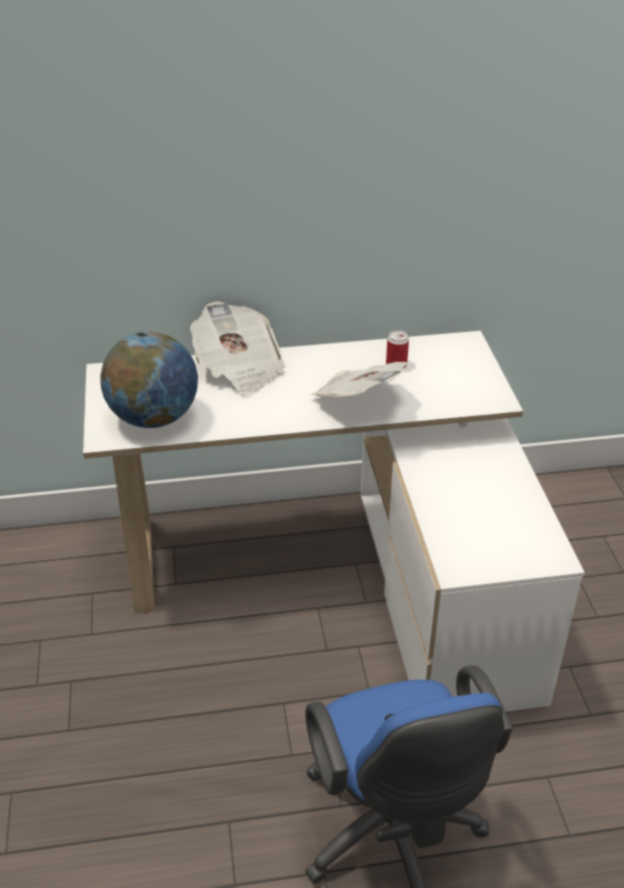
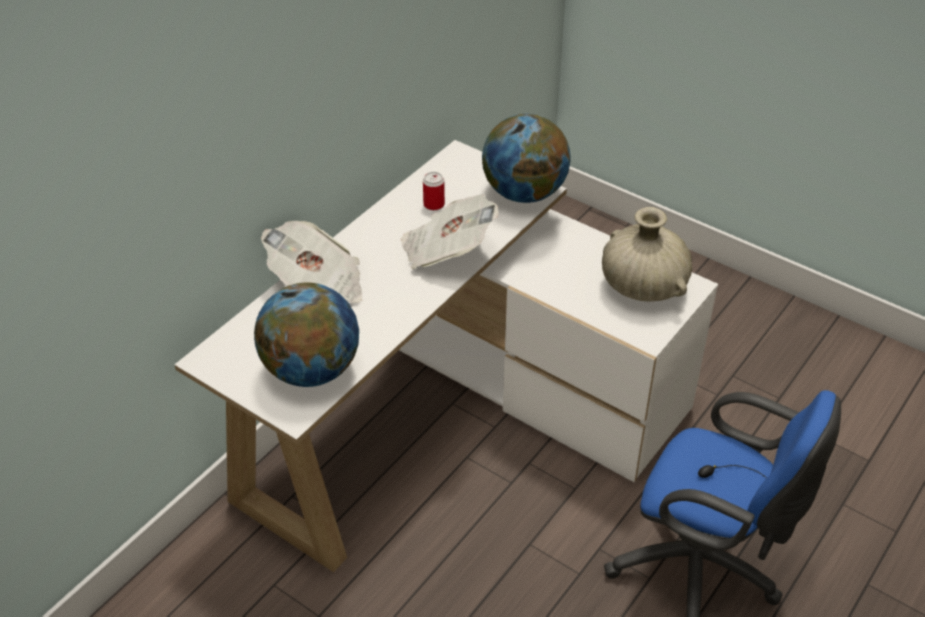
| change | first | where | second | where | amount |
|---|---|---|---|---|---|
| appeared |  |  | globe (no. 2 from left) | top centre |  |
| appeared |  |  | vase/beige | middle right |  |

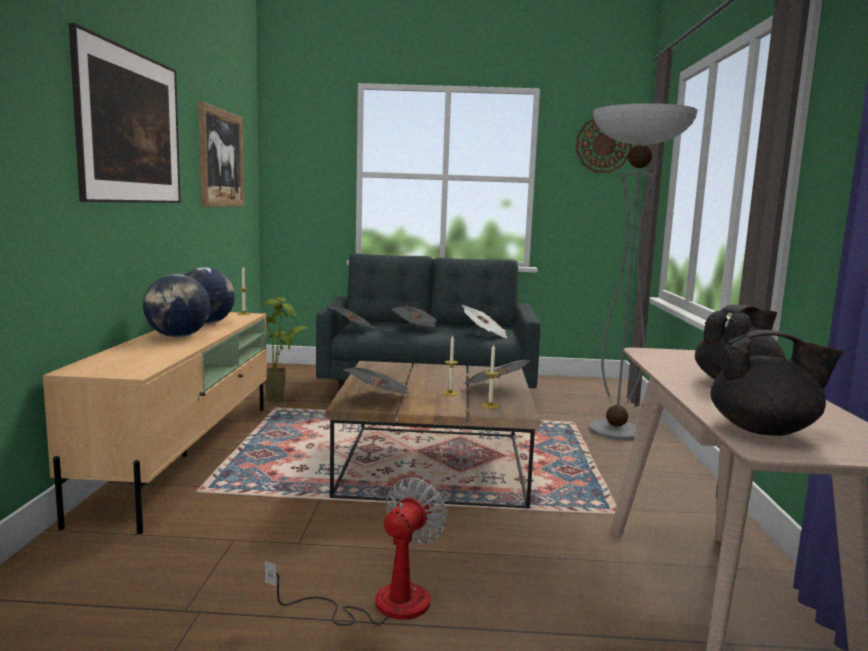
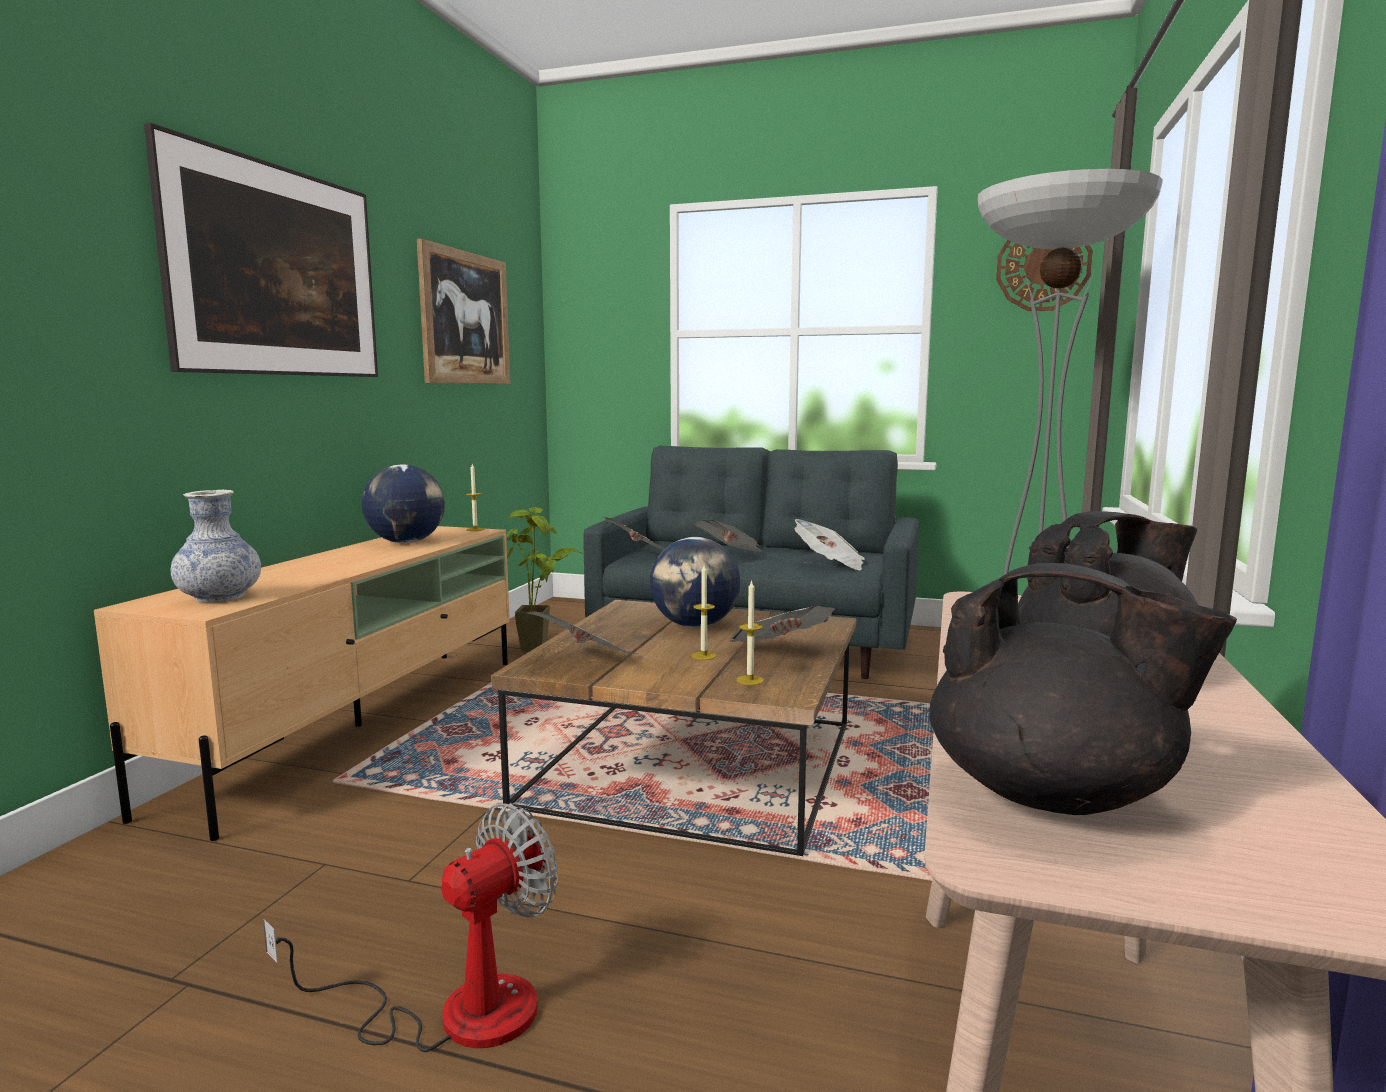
| change | first | where | second | where | amount |
|---|---|---|---|---|---|
| relocated | globe (no. 1 from left in the first image) | middle left | globe (no. 2 from left) | centre |  |
| appeared |  |  | vase | middle left |  |

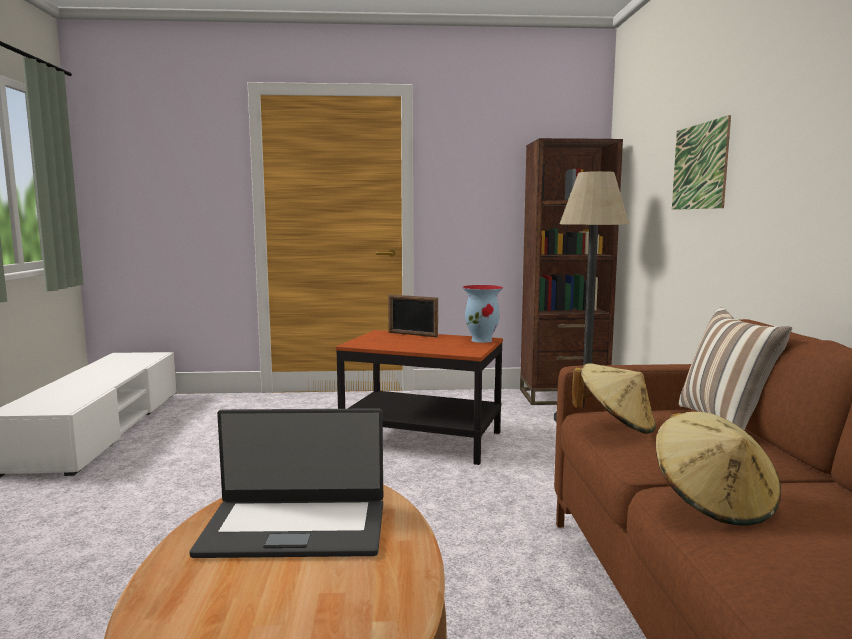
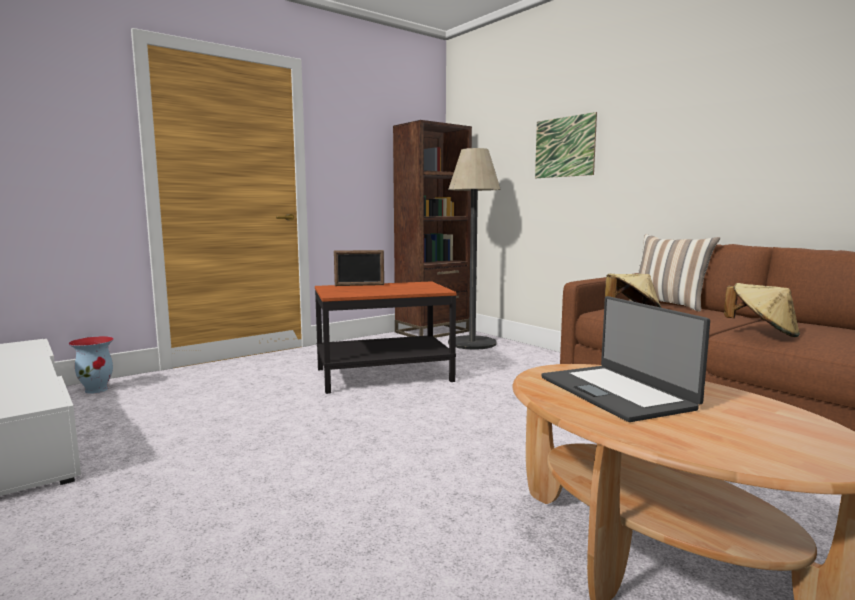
| change | first | where | second | where | amount |
|---|---|---|---|---|---|
| spun | ordinateur portable | bottom centre |  | middle right | 105 degrees clockwise |
| relocated | vase | centre |  | middle left |  |

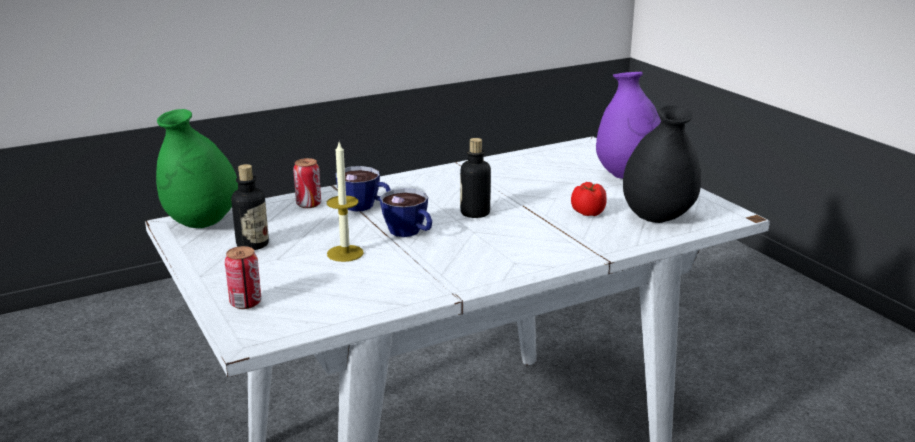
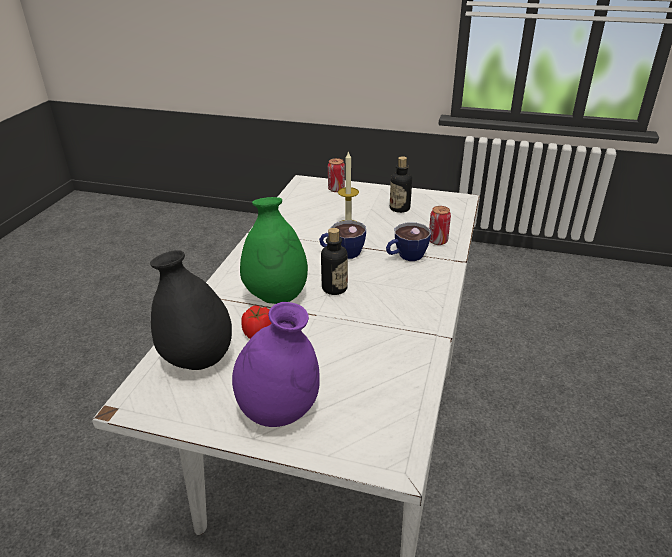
| change | first | where | second | where | amount |
|---|---|---|---|---|---|
| relocated | vase/vert | middle left |  | centre |  |

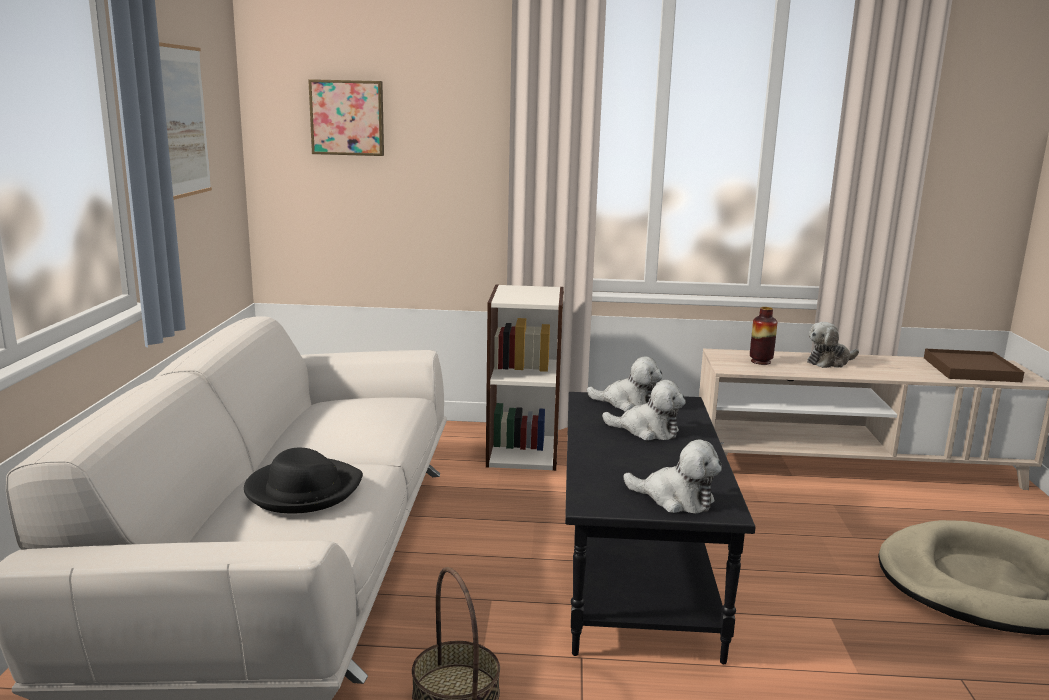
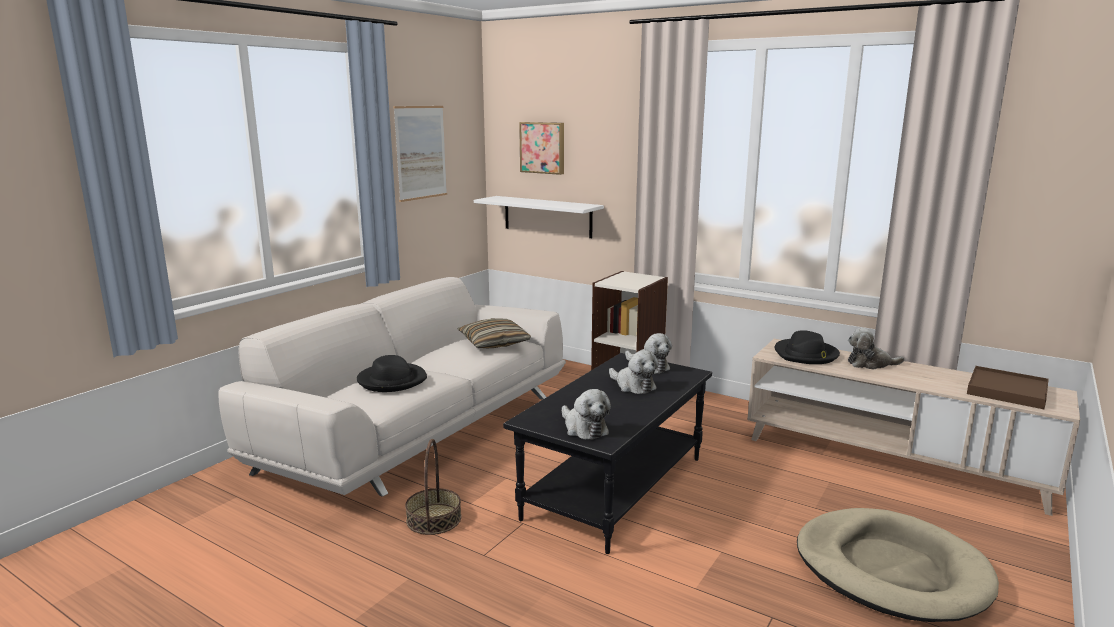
| change | first | where | second | where | amount |
|---|---|---|---|---|---|
| exchanged | vase | middle right | chapeau/noir (no. 2 from left) | middle right |  |
| appeared |  |  | coussin | centre |  |
| appeared |  |  | étagère/blanc | centre |  |

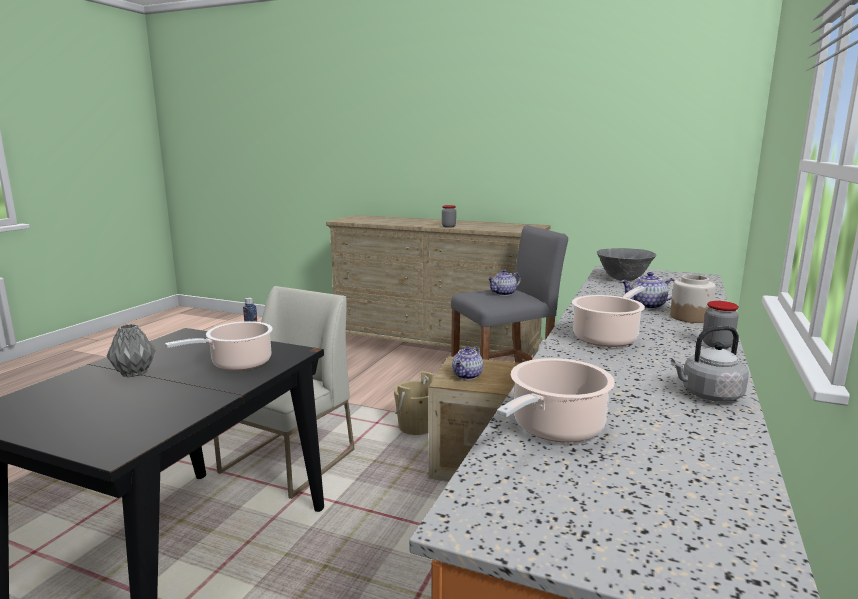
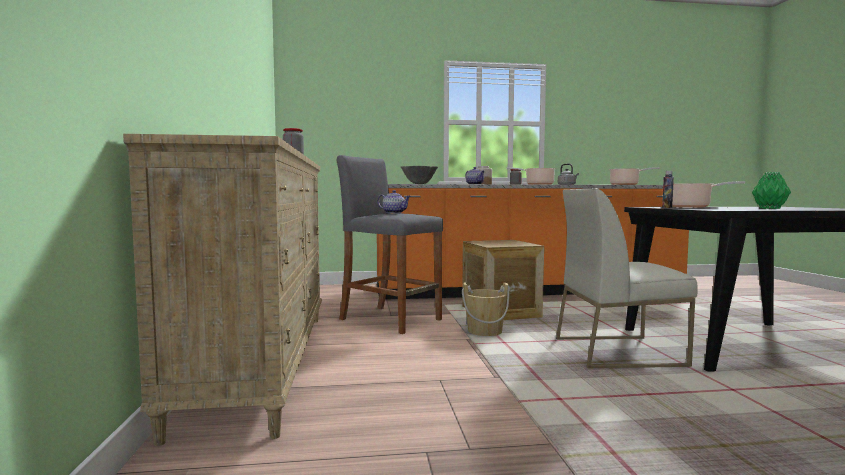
| change | first | where | second | where | amount |
|---|---|---|---|---|---|
| colour | vase/gris | middle left | vase/vert | middle right |  |
| missing | théière (no. 1 from left) | centre |  |  |  |

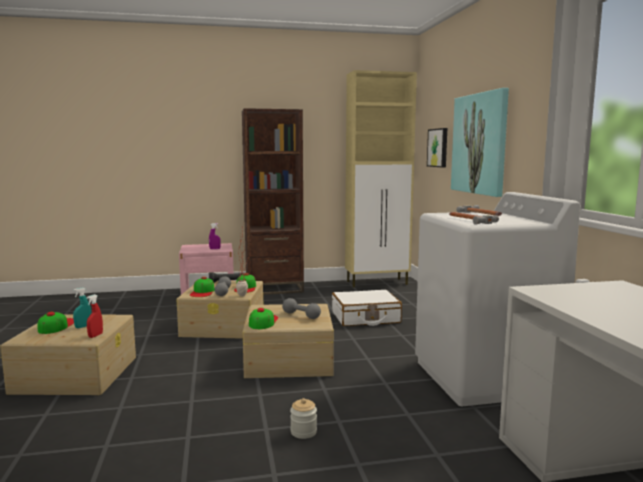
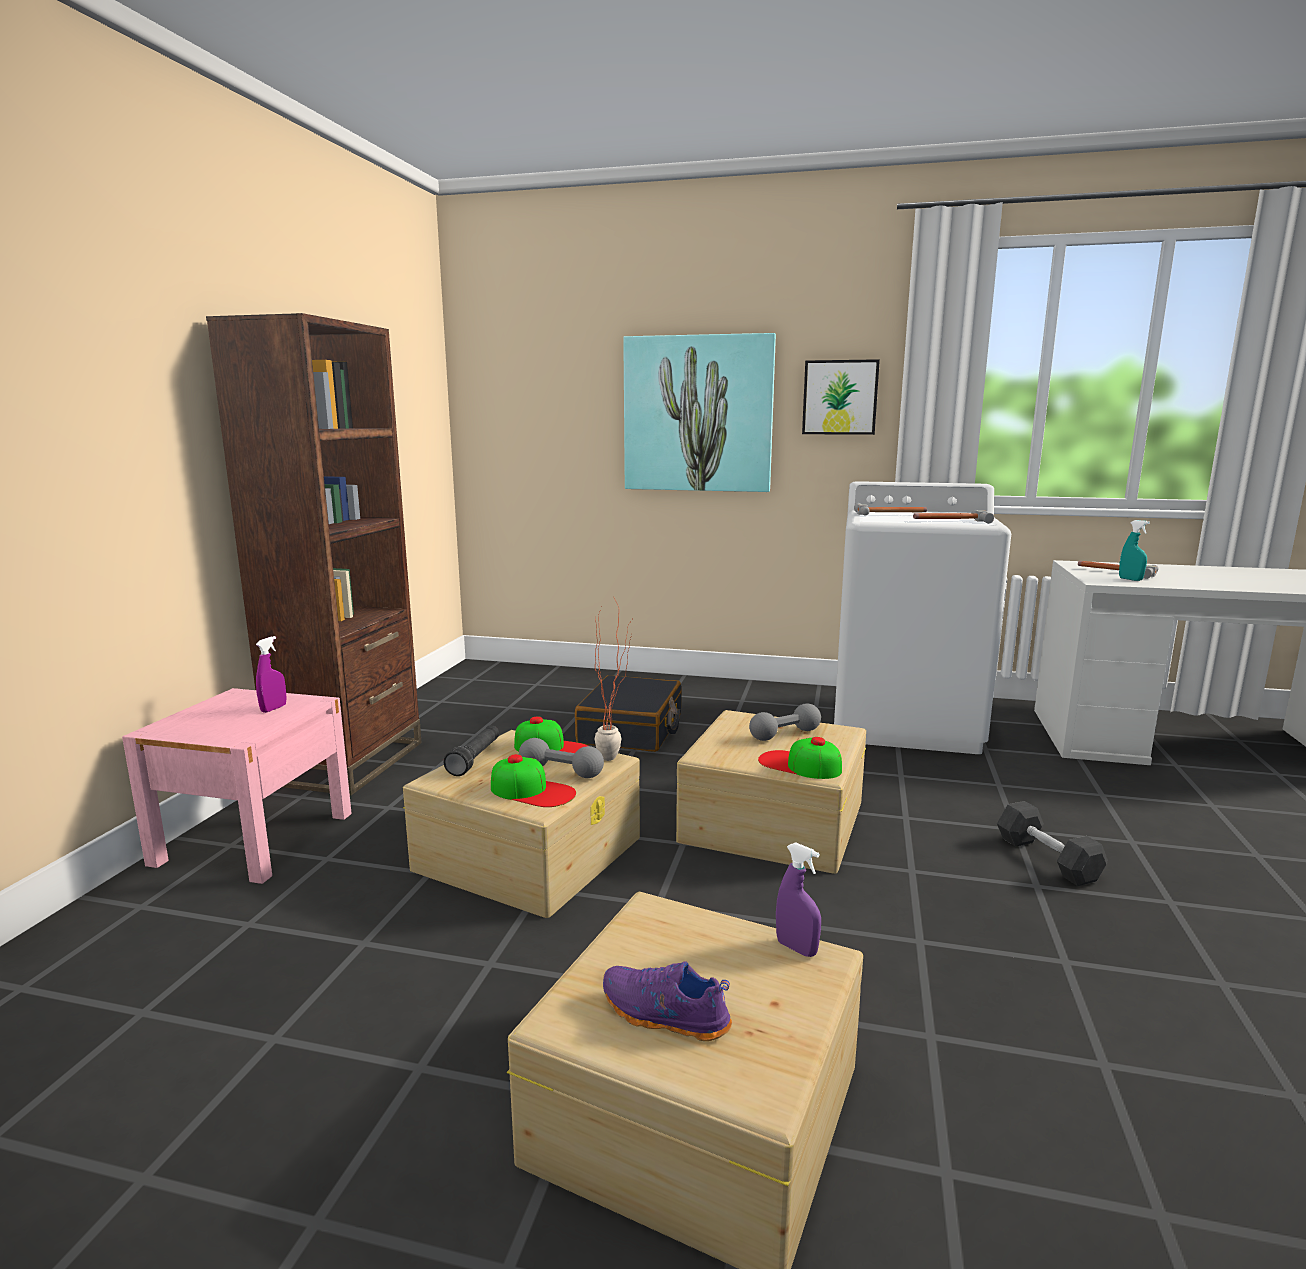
| change | first | where | second | where | amount |
|---|---|---|---|---|---|
| exchanged | casquette (no. 1 from left) | bottom left | chaussure/violet | bottom centre |  |
| relocated | vaporisateur/turquoise | middle left |  | middle right |  |
| colour | vaporisateur/rouge | middle left | vaporisateur/violet (no. 2 from left) | bottom centre |  |
| exchanged | bocal | bottom centre | haltère/gris (no. 3 from left) | middle right |  |
| colour | valise/blanc | centre | valise/noir | centre |  |
| missing | meuble de rangement/beige | centre |  |  |  |
| relocated | tableau (no. 1 from left in the first image) | top right | tableau (no. 2 from left) | top centre |  |
| appeared |  |  | marteau (no. 3 from left) | middle right |  |

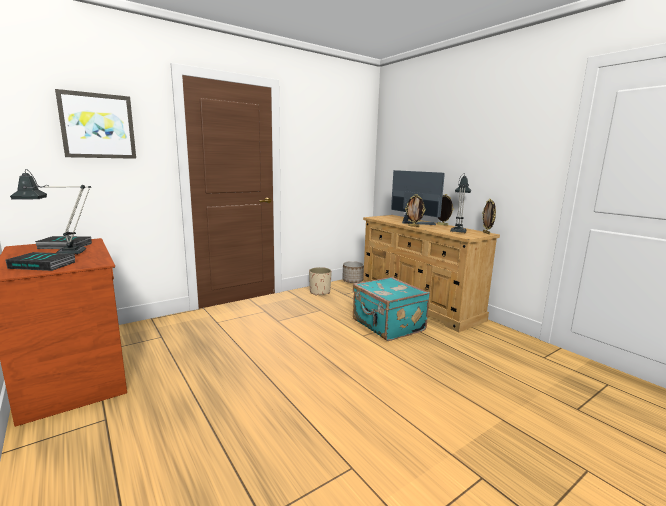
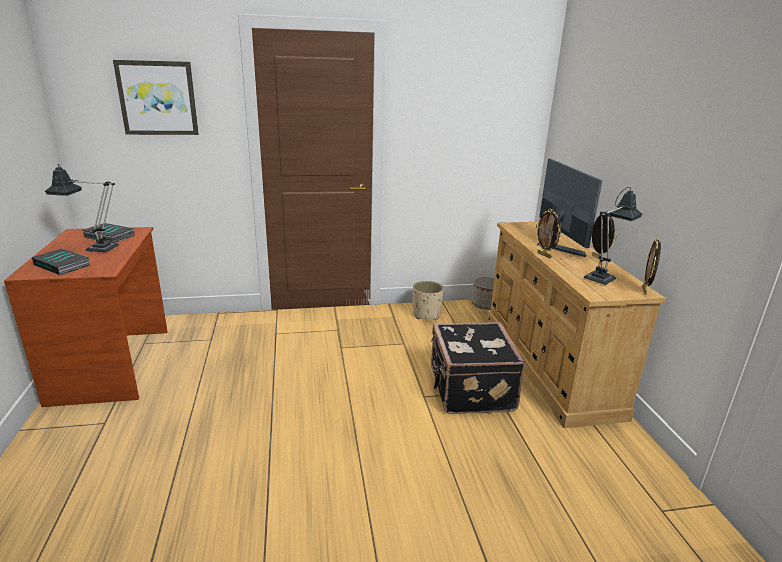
| change | first | where | second | where | amount |
|---|---|---|---|---|---|
| colour | valise/turquoise | centre | valise/noir | centre |  |

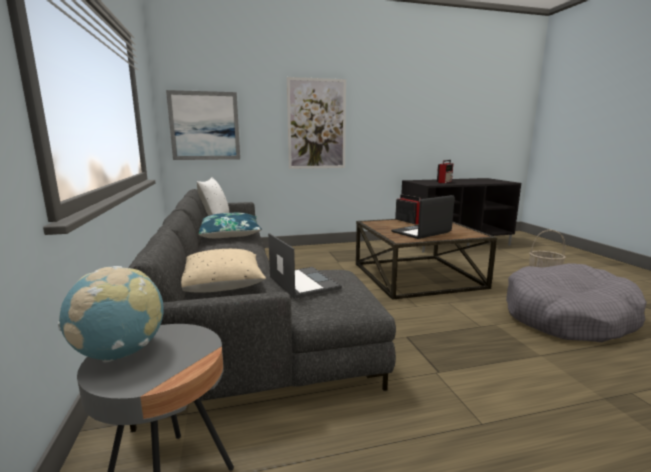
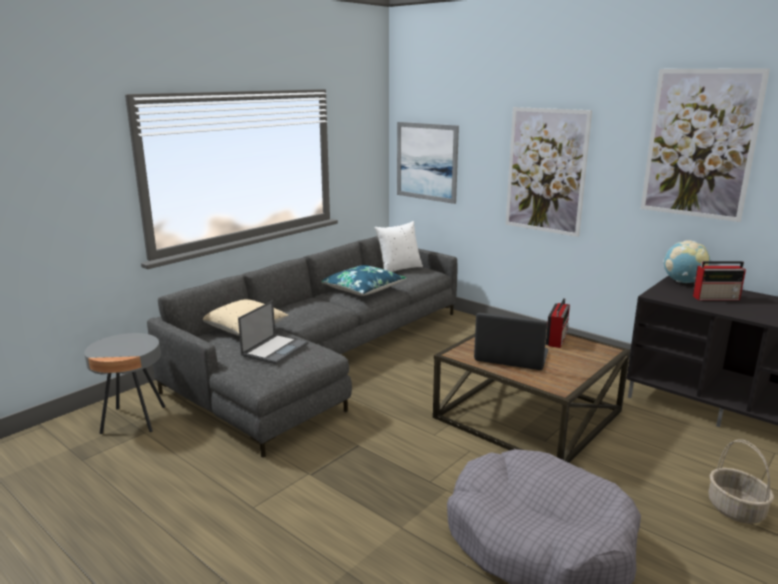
| change | first | where | second | where | amount |
|---|---|---|---|---|---|
| relocated | globe | middle left |  | middle right |  |
| appeared |  |  | tableau (no. 3 from left) | top right |  |

